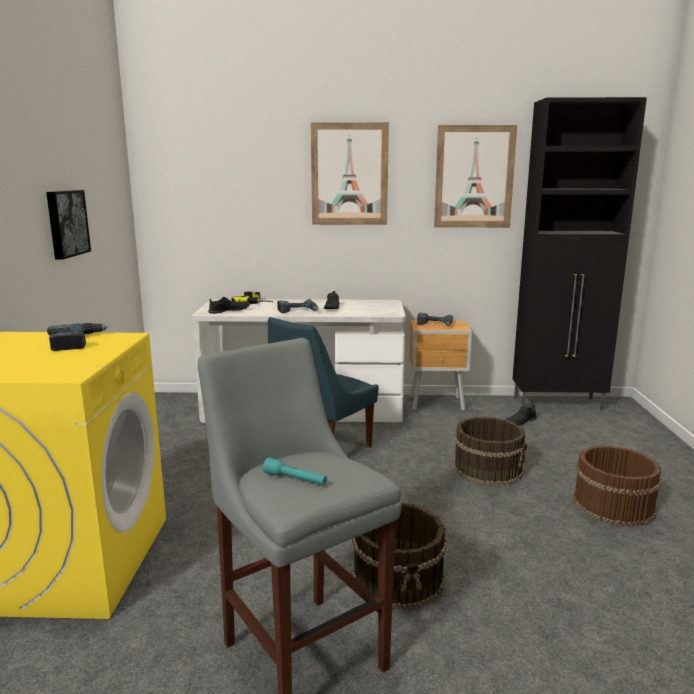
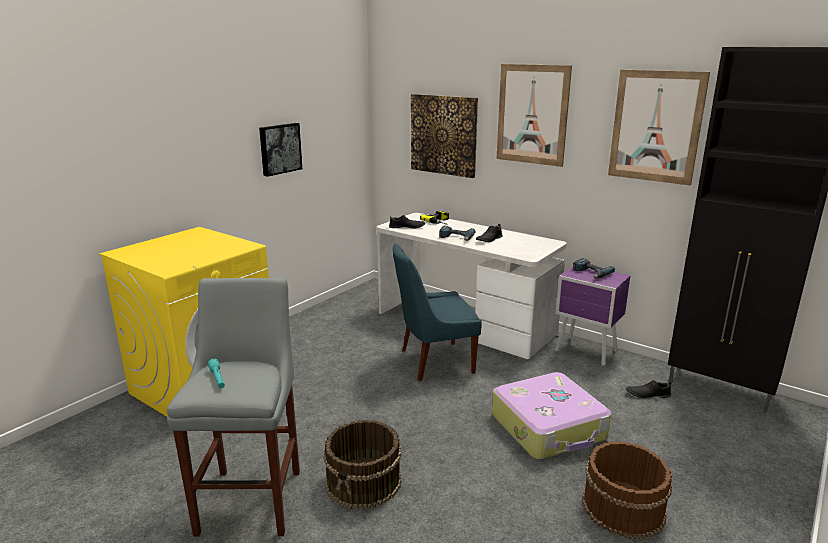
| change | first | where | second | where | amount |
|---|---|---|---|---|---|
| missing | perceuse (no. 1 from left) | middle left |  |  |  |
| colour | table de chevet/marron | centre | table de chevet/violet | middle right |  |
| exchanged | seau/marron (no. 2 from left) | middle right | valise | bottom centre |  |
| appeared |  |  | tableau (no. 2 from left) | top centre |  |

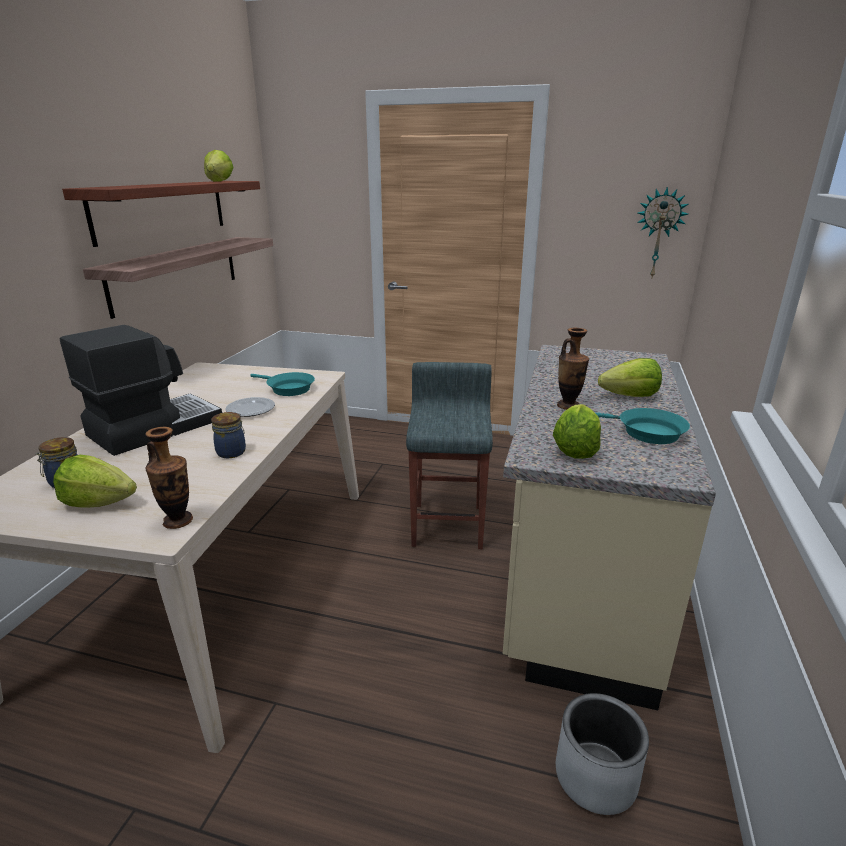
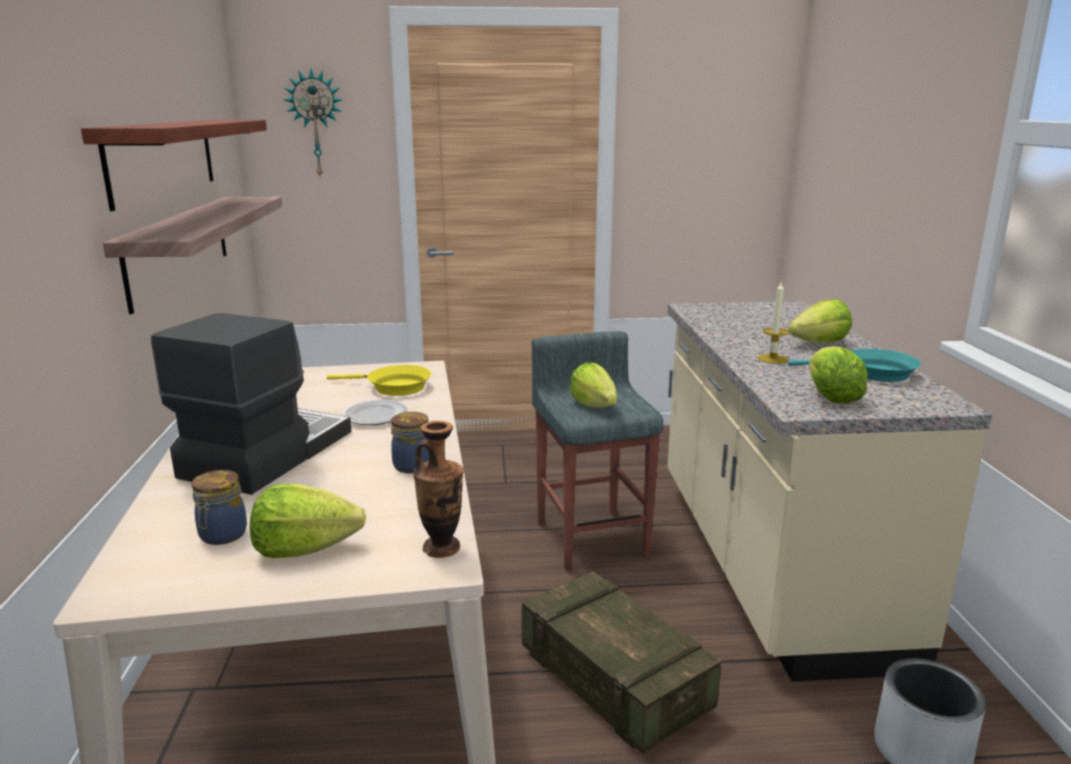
| change | first | where | second | where | amount |
|---|---|---|---|---|---|
| relocated | laitue (no. 2 from left) | top left |  | centre |  |
| colour | poêle/turquoise (no. 1 from left) | centre | poêle/jaune | centre |  |
| exchanged | vase (no. 2 from left) | middle right | bougie | middle right |  |
| relocated | horloge murale | top right |  | top left |  |
| appeared |  |  | caisse | bottom centre |  |

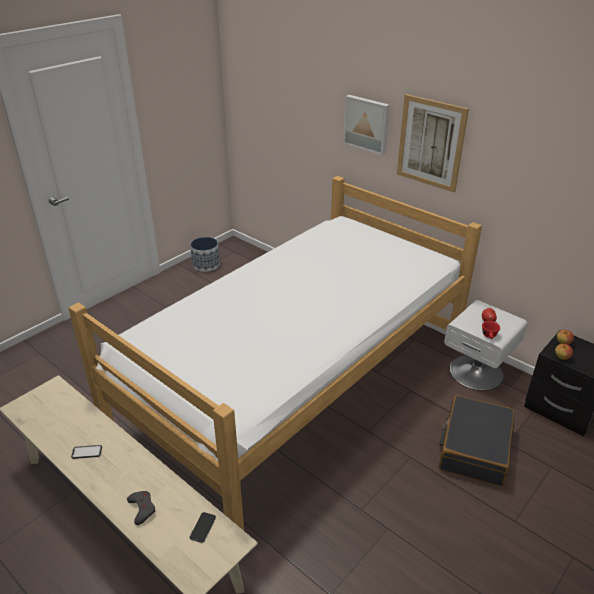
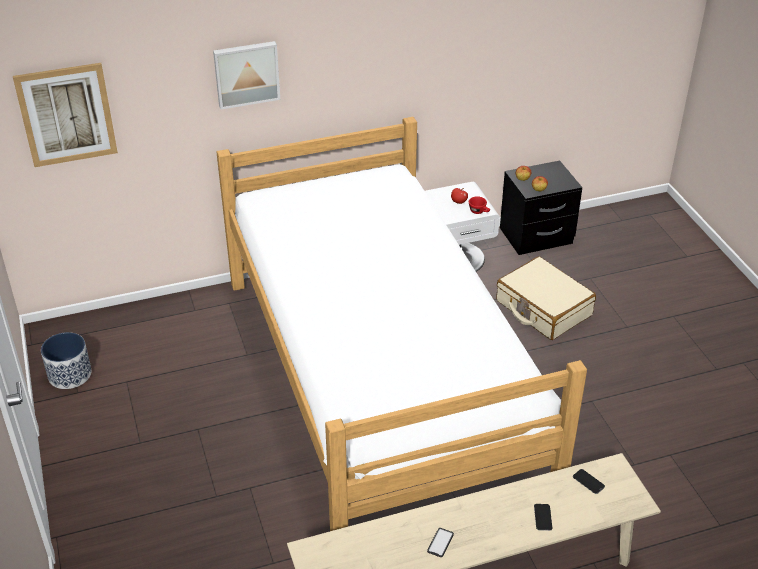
| change | first | where | second | where | amount |
|---|---|---|---|---|---|
| exchanged | manette/gris | bottom left | téléphone (no. 2 from left) | bottom right |  |
| relocated | tableau (no. 2 from left in the first image) | top right | tableau (no. 1 from left) | top left |  |
| colour | valise/noir | bottom right | valise/beige | middle right |  |

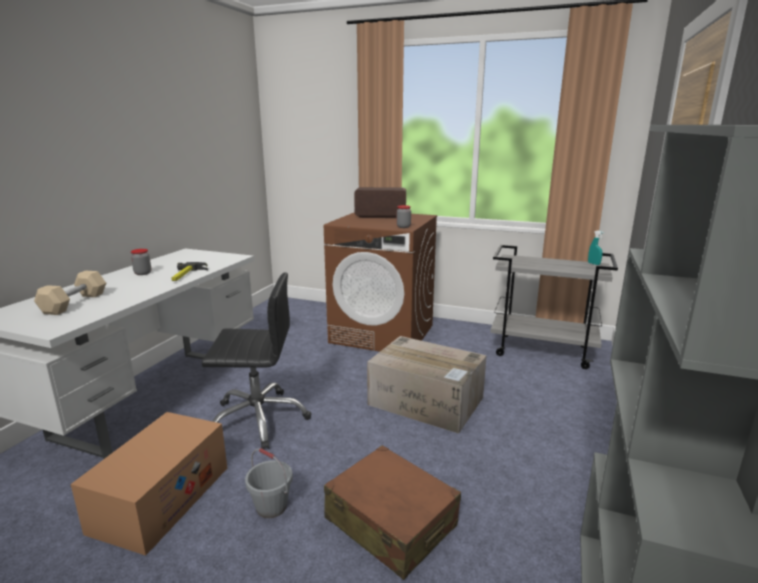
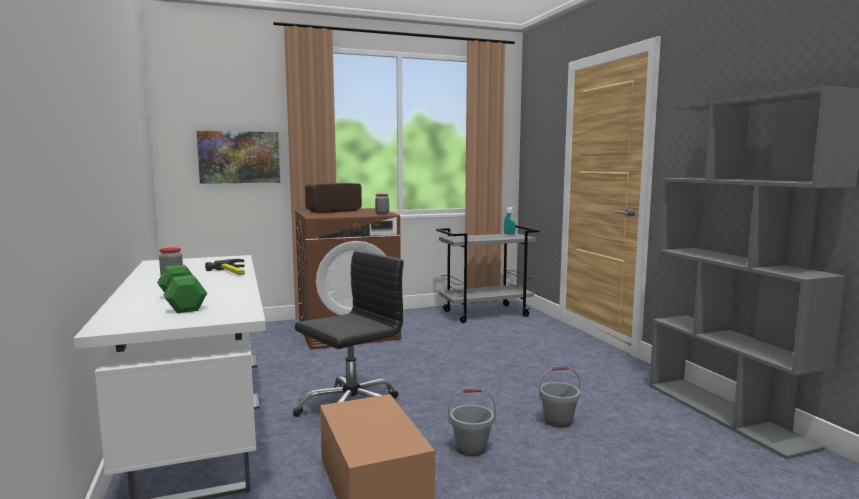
| change | first | where | second | where | amount |
|---|---|---|---|---|---|
| colour | haltère/beige | middle left | haltère/vert | middle left |  |
| exchanged | valise/marron | bottom centre | seau/gris (no. 2 from left) | bottom centre |  |
| missing | carton (no. 2 from left) | centre |  |  |  |
| appeared |  |  | tableau | top left |  |

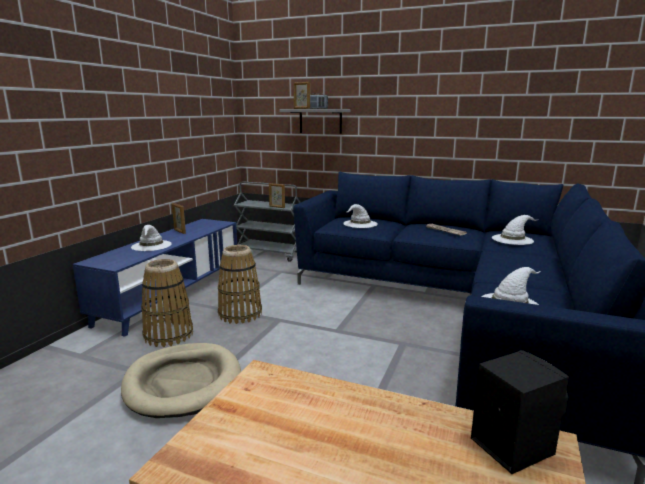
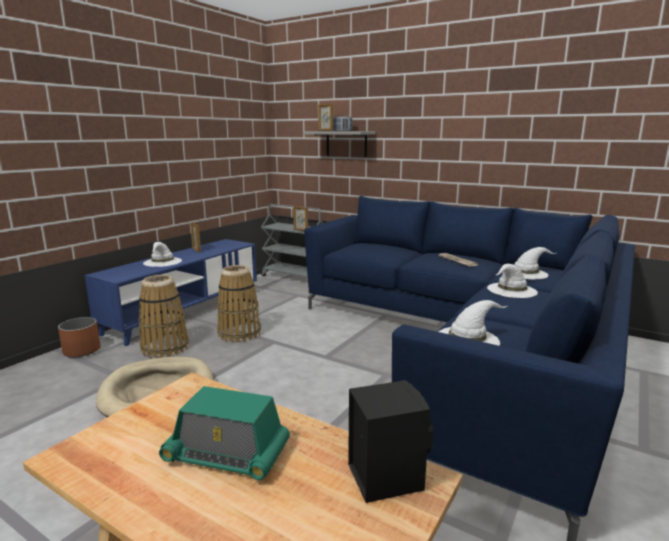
| change | first | where | second | where | amount |
|---|---|---|---|---|---|
| relocated | chapeau/blanc (no. 2 from left in the first image) | centre | chapeau/blanc (no. 3 from left) | middle right |  |
| appeared |  |  | cache-pot/marron | middle left |  |
| appeared |  |  | radio (no. 1 from left) | bottom centre |  |

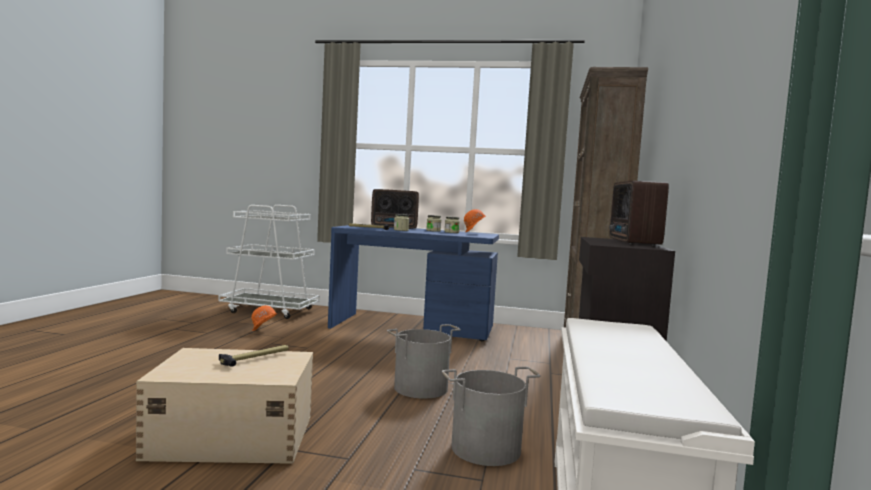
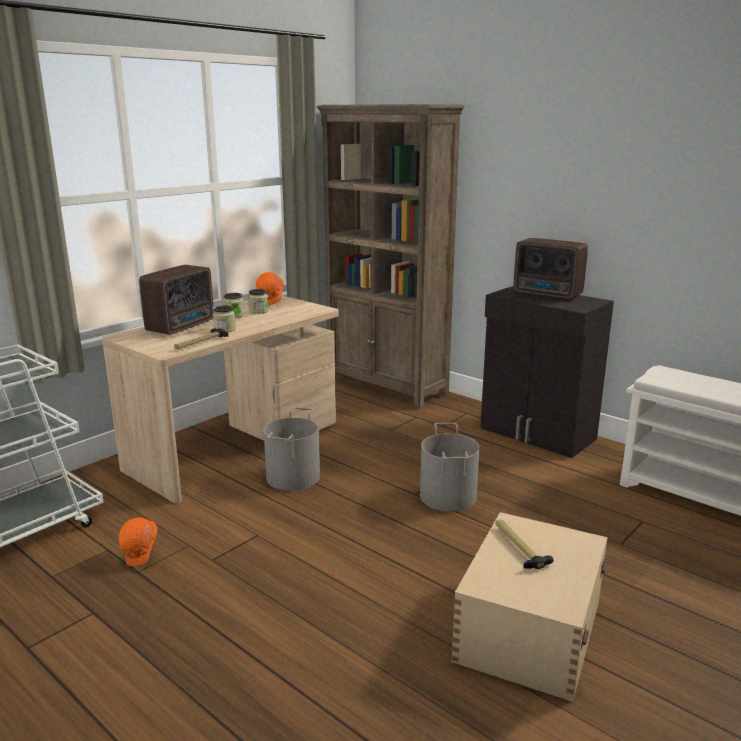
| change | first | where | second | where | amount |
|---|---|---|---|---|---|
| colour | bureau/bleu | centre | bureau/beige | middle left |  |
| relocated | seau/gris (no. 2 from left in the first image) | bottom centre | seau/gris (no. 1 from left) | centre |  |

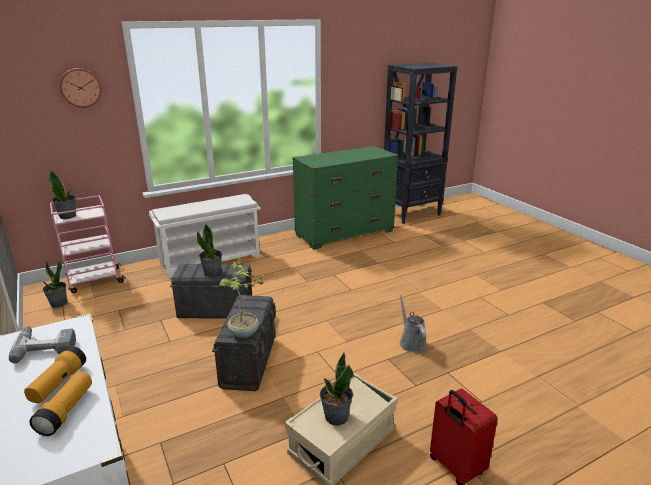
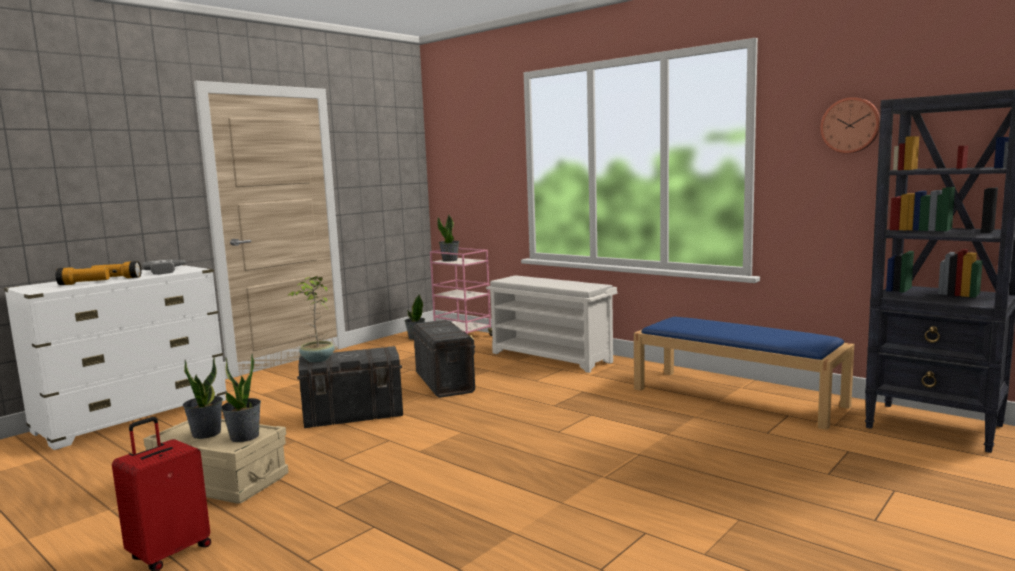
| change | first | where | second | where | amount |
|---|---|---|---|---|---|
| relocated | horloge murale | top left |  | top right |  |
| relocated | plante en pot (no. 3 from left in the first image) | middle left | plante en pot (no. 2 from left) | bottom left |  |
| exchanged | commode/vert | centre | banc/bleu | middle right |  |
| missing | arrosoir/gris | bottom centre |  |  |  |

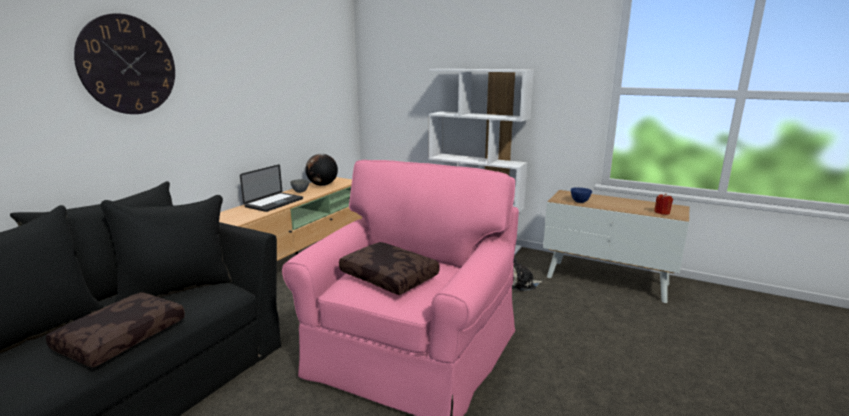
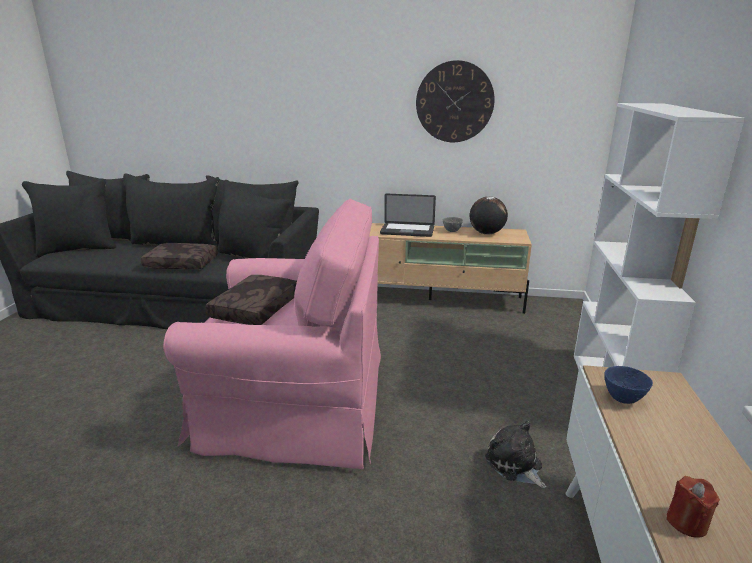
| change | first | where | second | where | amount |
|---|---|---|---|---|---|
| relocated | horloge murale | top left |  | top centre |  |

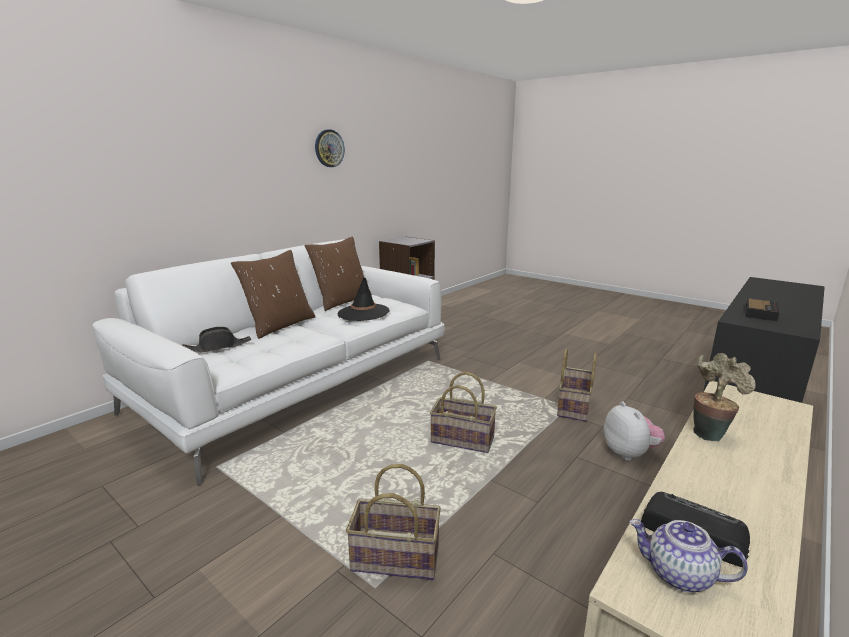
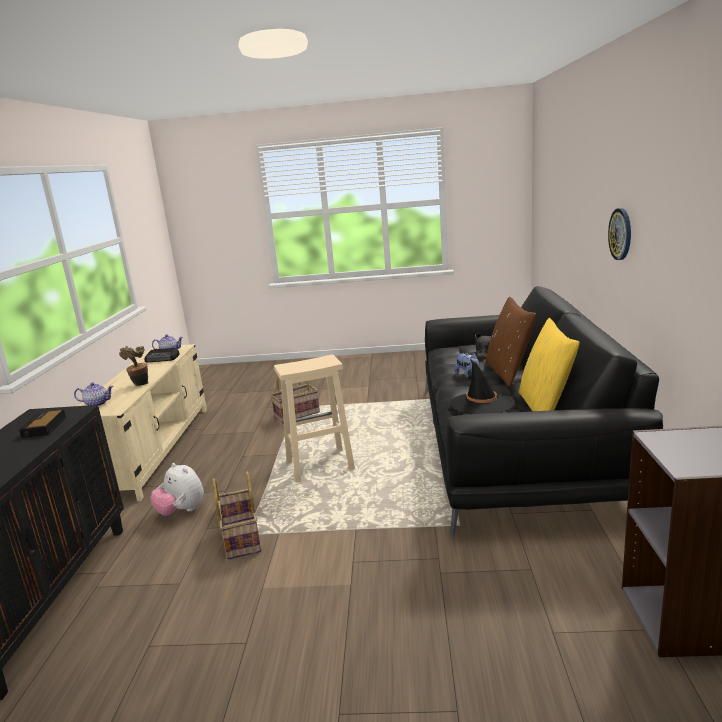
| change | first | where | second | where | amount |
|---|---|---|---|---|---|
| colour | canapé/blanc | middle left | canapé/noir | middle right |  |
| colour | coussin/marron (no. 2 from left) | centre | coussin/jaune | middle right |  |
| relocated | horloge murale | top centre |  | top right |  |
| exchanged | panier (no. 2 from left) | centre | tabouret/beige | centre |  |
| appeared |  |  | théière (no. 1 from left) | middle left |  |
| appeared |  |  | peluche (no. 2 from left) | centre |  |

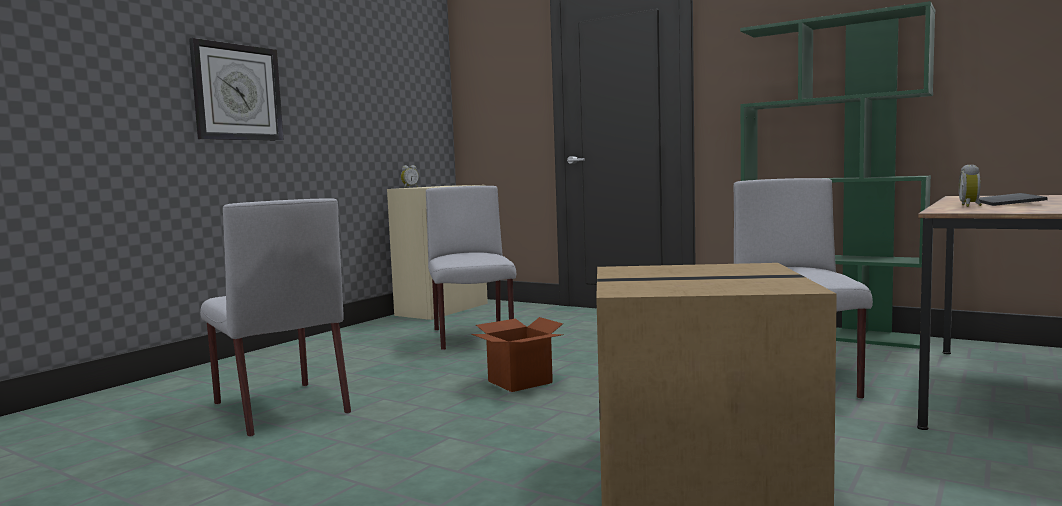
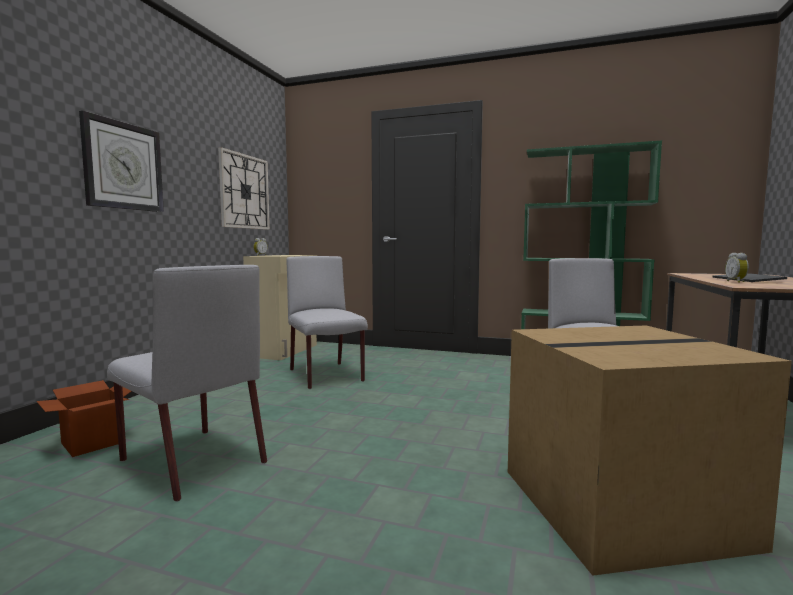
| change | first | where | second | where | amount |
|---|---|---|---|---|---|
| relocated | carton (no. 1 from left) | bottom centre |  | bottom left |  |
| appeared |  |  | horloge murale (no. 2 from left) | top left |  |

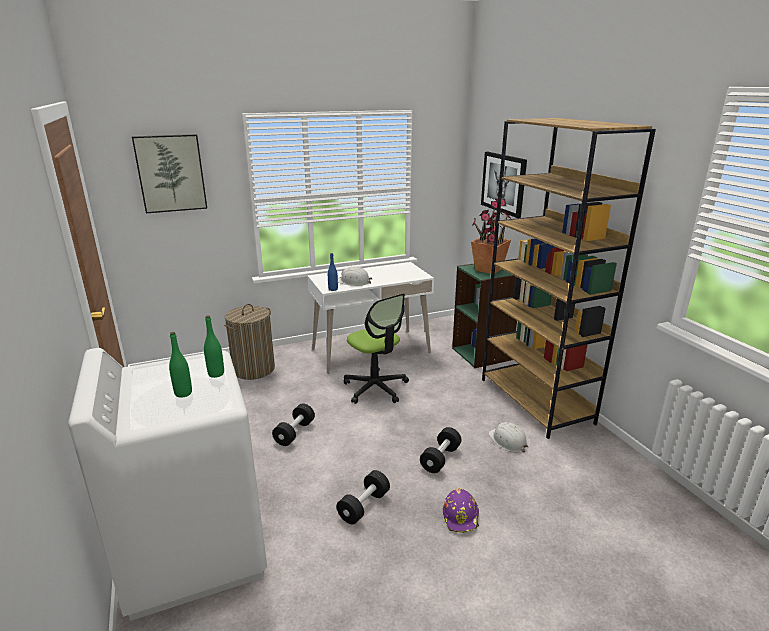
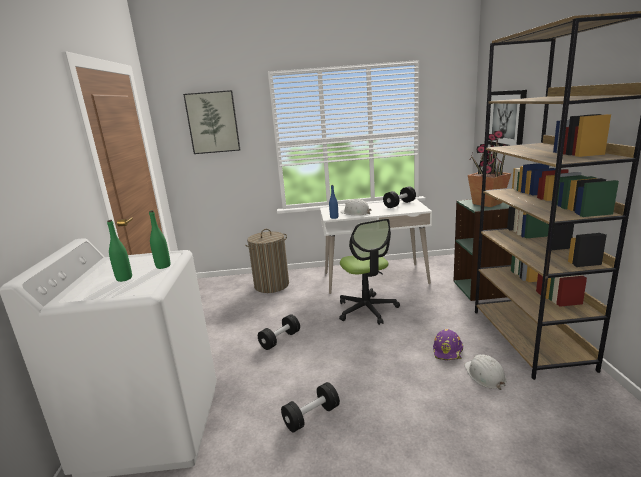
| change | first | where | second | where | amount |
|---|---|---|---|---|---|
| relocated | haltère/noir (no. 3 from left) | bottom centre |  | centre |  |
| relocated | casque de chantier/violet | bottom centre |  | bottom right |  |

